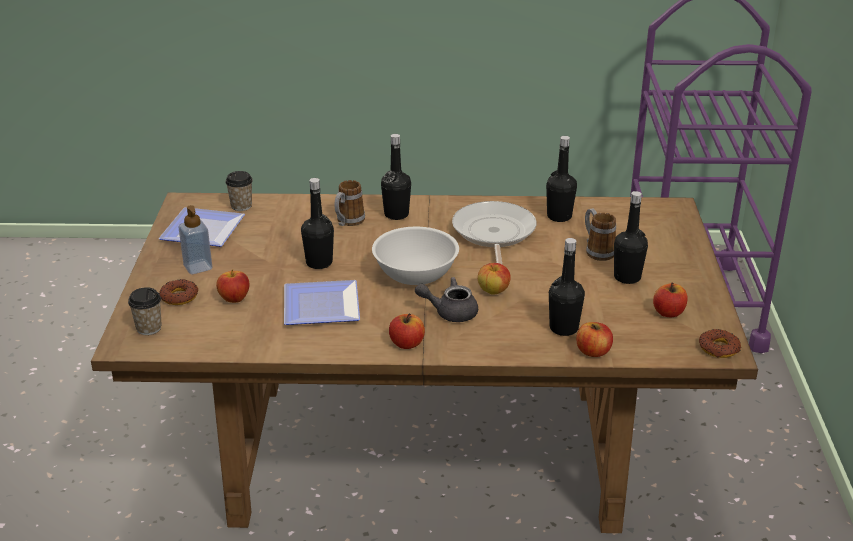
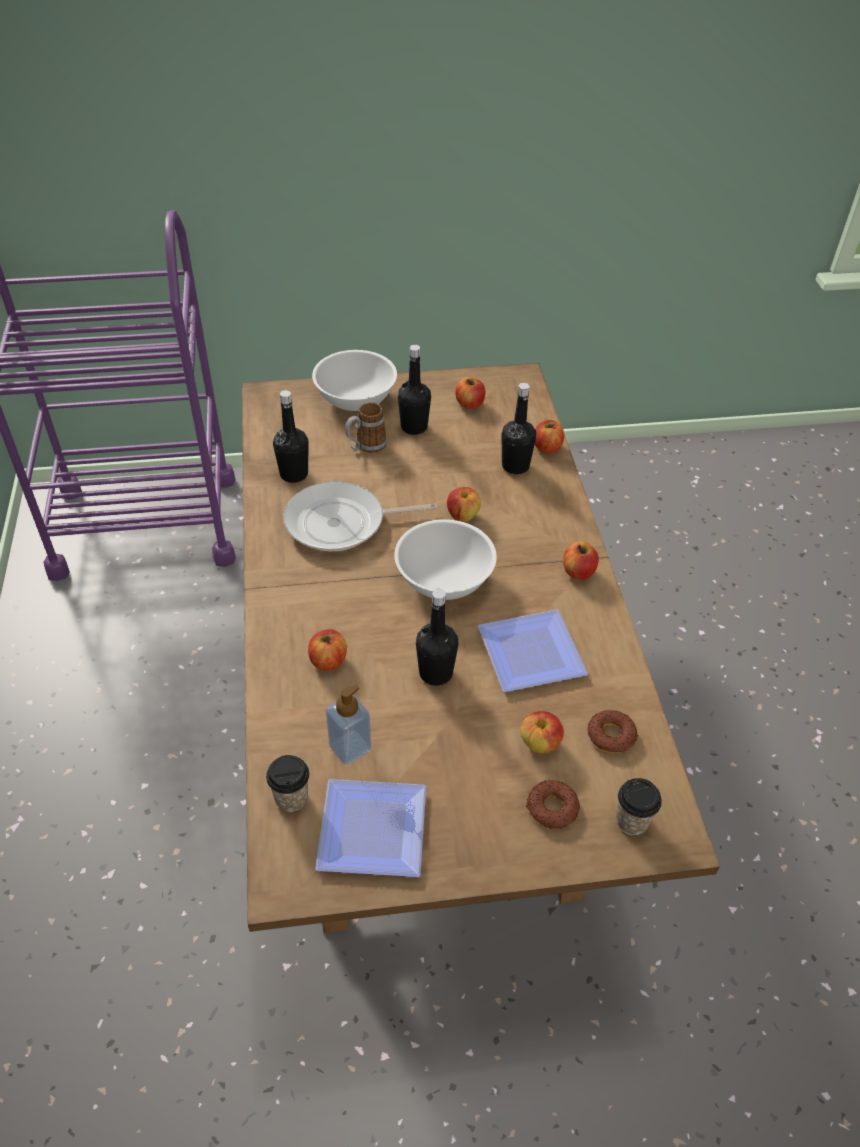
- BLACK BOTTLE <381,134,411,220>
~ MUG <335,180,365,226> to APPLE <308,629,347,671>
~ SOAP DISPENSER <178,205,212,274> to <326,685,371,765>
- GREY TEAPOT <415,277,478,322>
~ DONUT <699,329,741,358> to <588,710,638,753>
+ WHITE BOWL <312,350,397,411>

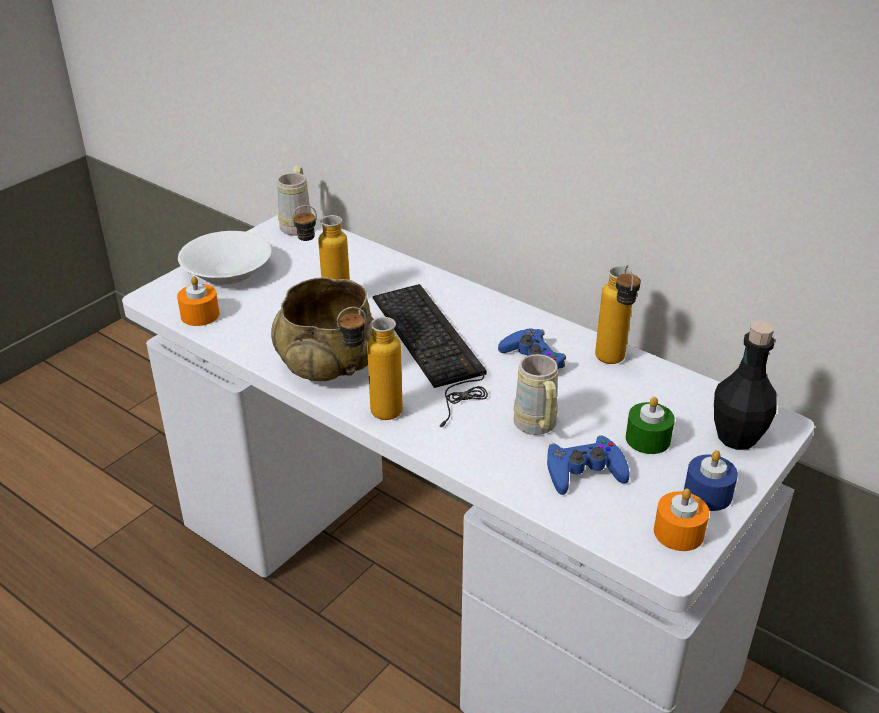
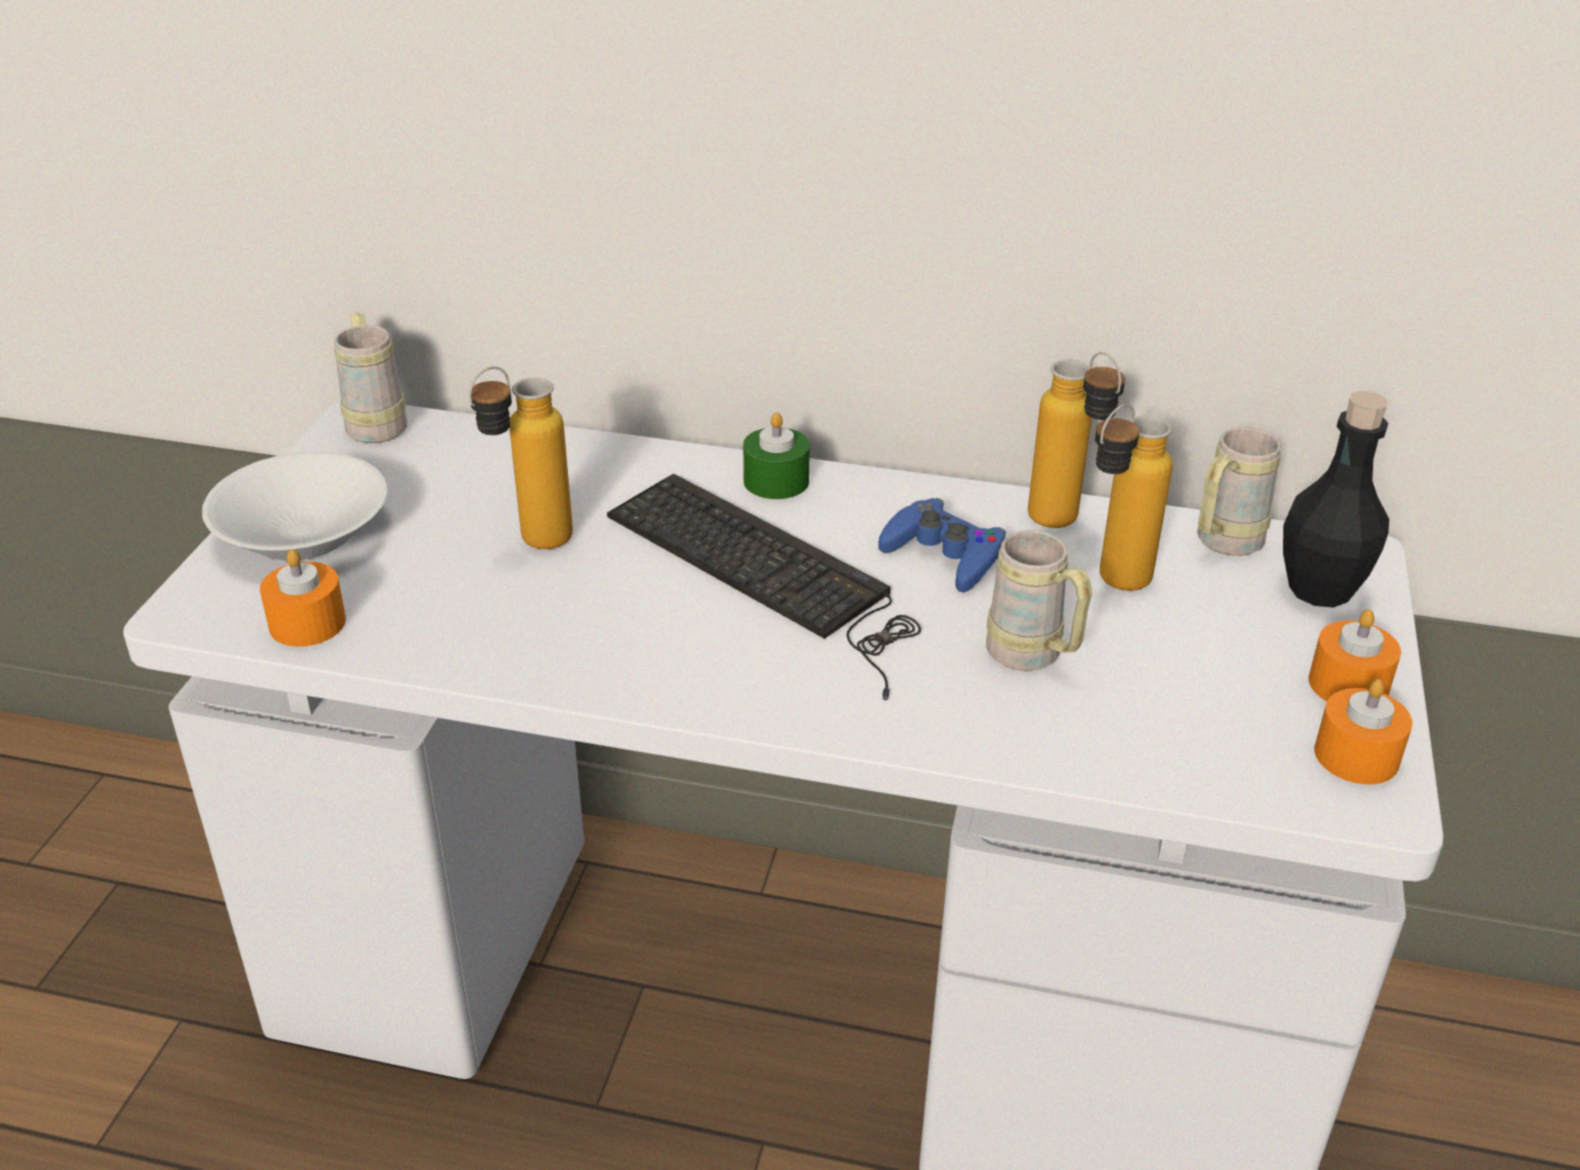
- BEIGE BOWL <271,277,374,381>
~ BOTTLE <337,307,403,420> to <1095,404,1172,591>
~ GREEN CANDLE <625,397,675,454> to <743,412,810,499>
- BLUE GAME CONTROLLER <547,435,630,495>
~ BLUE CANDLE <684,450,738,511> to ORANGE CANDLE <1309,609,1401,701>
+ BEIGE MUG <1197,427,1281,556>

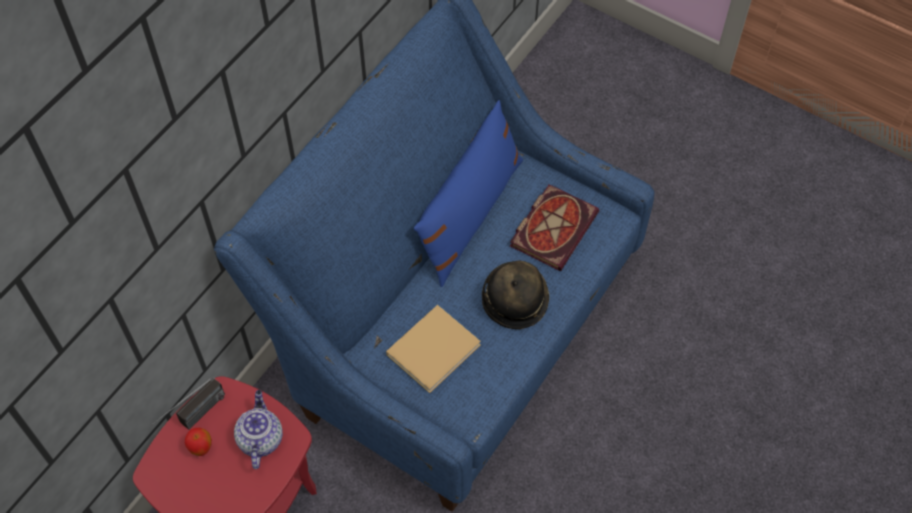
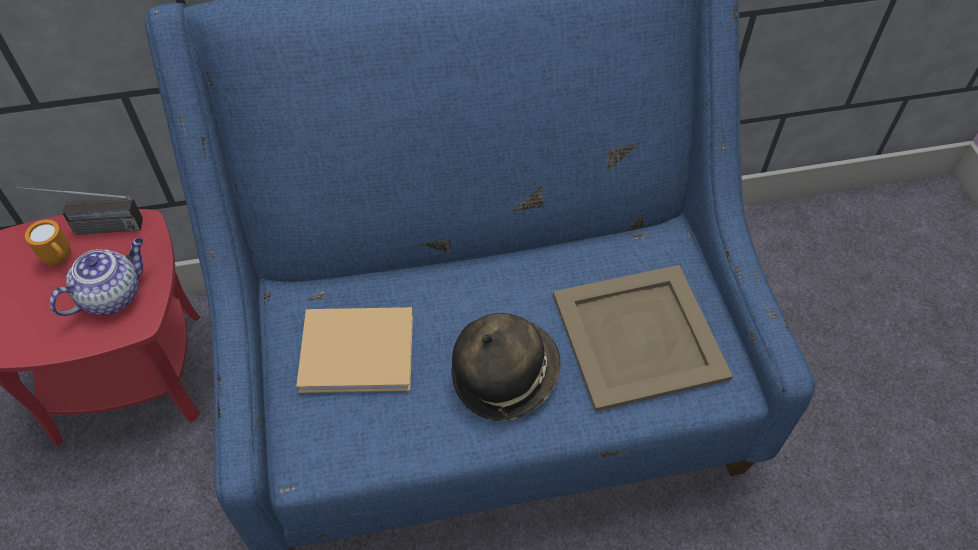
- BLUE PILLOW <414,100,523,287>
~ BOOK <510,184,599,271> to BEIGE TRAY <553,265,733,412>
~ APPLE <185,428,212,456> to ORANGE MUG <25,220,71,266>

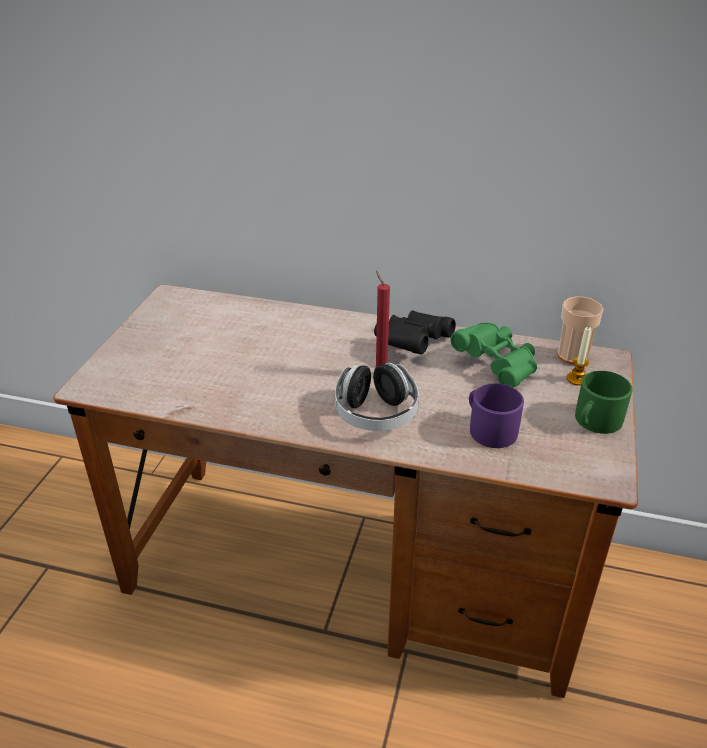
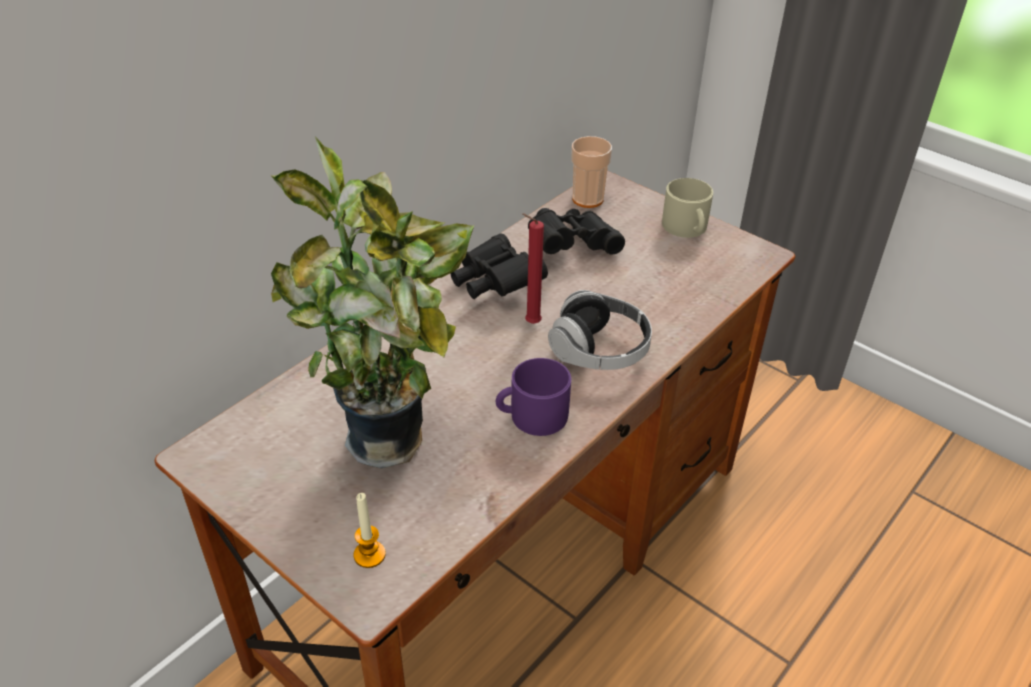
~ GREEN BINOCULARS <451,323,537,388> to BLACK BINOCULARS <528,208,625,255>
~ CANDLE <566,326,591,386> to <354,493,386,568>
~ GREEN MUG <575,371,633,434> to BEIGE MUG <662,178,713,238>
~ PURPLE MUG <469,383,524,448> to <496,358,571,436>
+ POTTED PLANT <271,137,474,468>

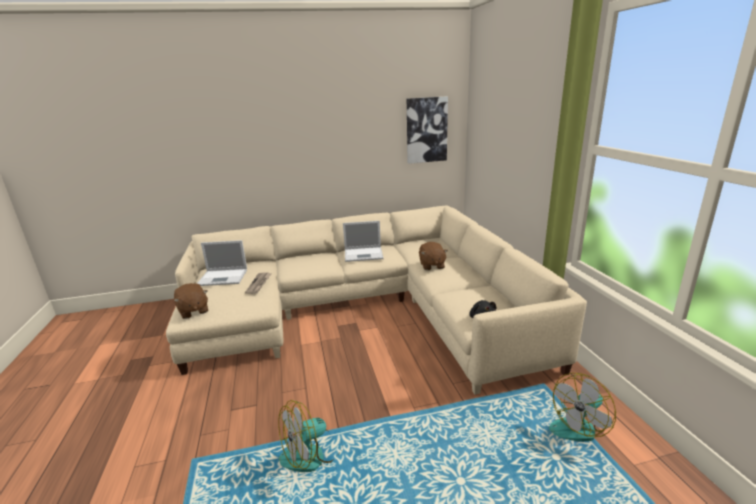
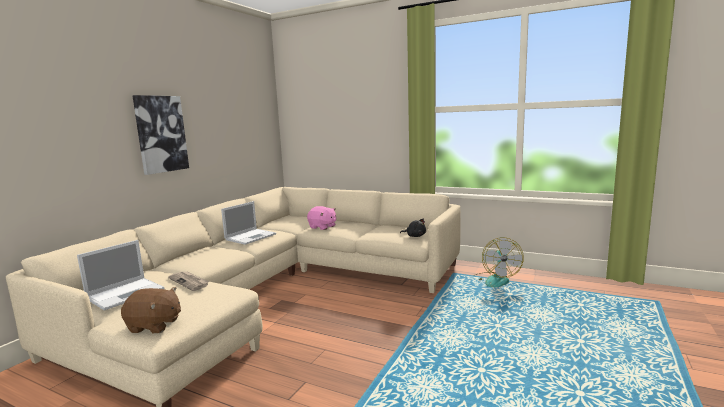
~ PICTURE <407,96,448,164> to <132,95,189,175>
~ BROWN PLUSH TOY <419,242,448,270> to PINK PLUSH TOY <307,206,336,230>
- FAN <278,400,343,472>

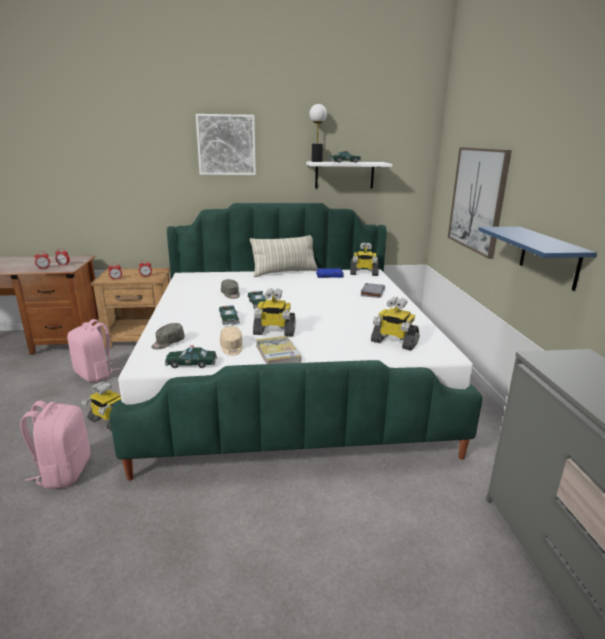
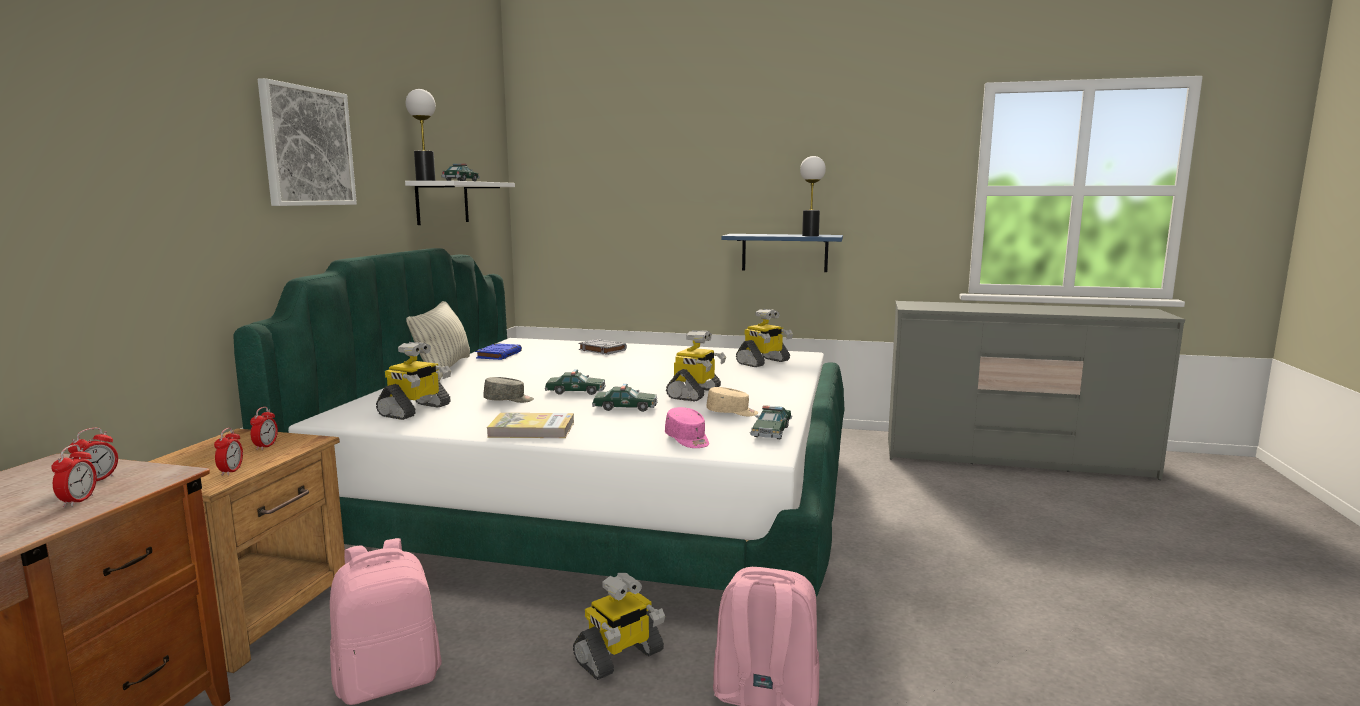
- PICTURE <448,147,512,259>
~ TOY ROBOT <350,242,379,276> to <376,342,451,420>
~ GREY CAP <151,323,185,349> to PINK CAP <665,407,709,448>
~ BOOK <256,336,301,364> to <487,413,574,438>
+ TABLE LAMP <800,156,826,236>

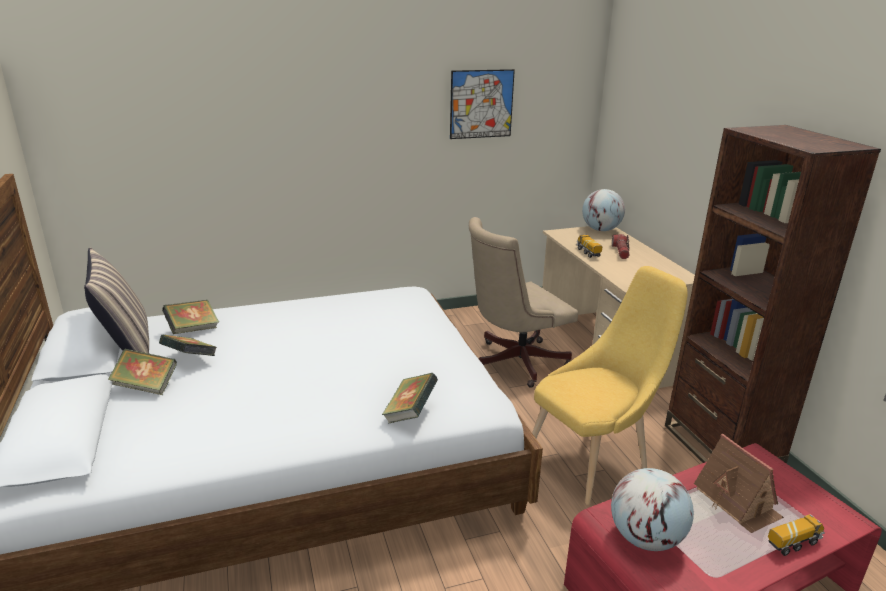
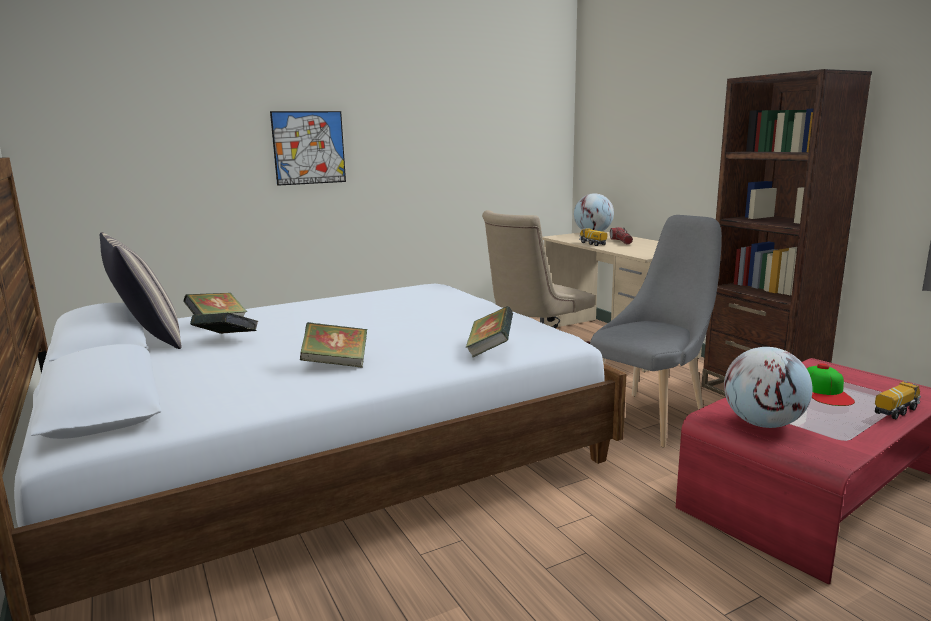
~ PICTURE <450,69,515,139> to <270,111,346,186>
~ YELLOW CHAIR <532,266,688,505> to GREY CHAIR <590,215,722,448>
~ BOOK <108,349,177,395> to <300,322,367,368>
~ TOY HOUSE <694,434,784,533> to CAP <806,363,855,406>

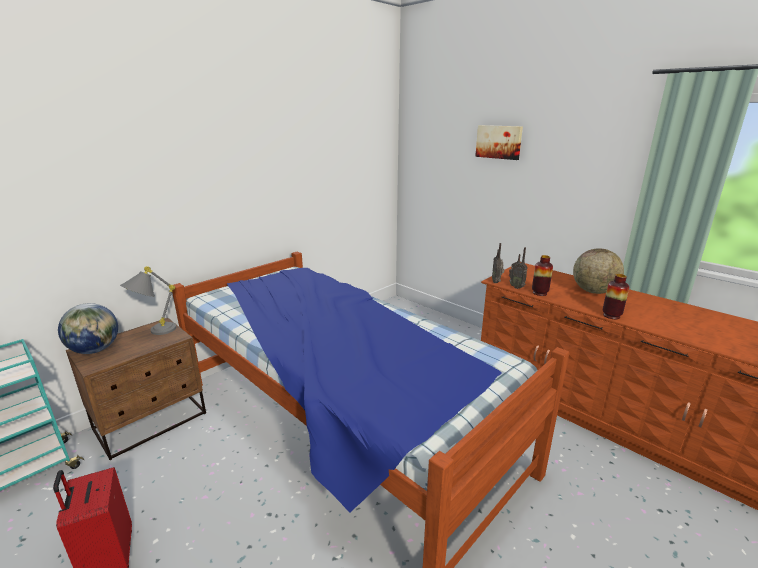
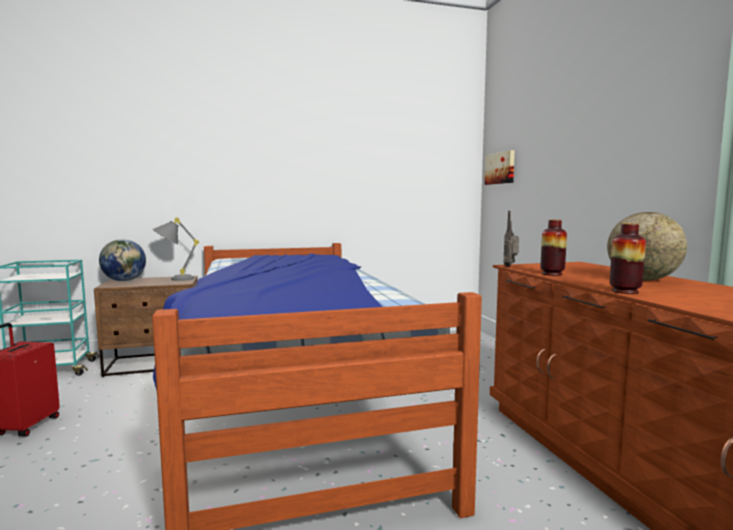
~ PICTURE <475,125,523,160> to <485,150,515,185>
- RADIO <509,247,528,289>

